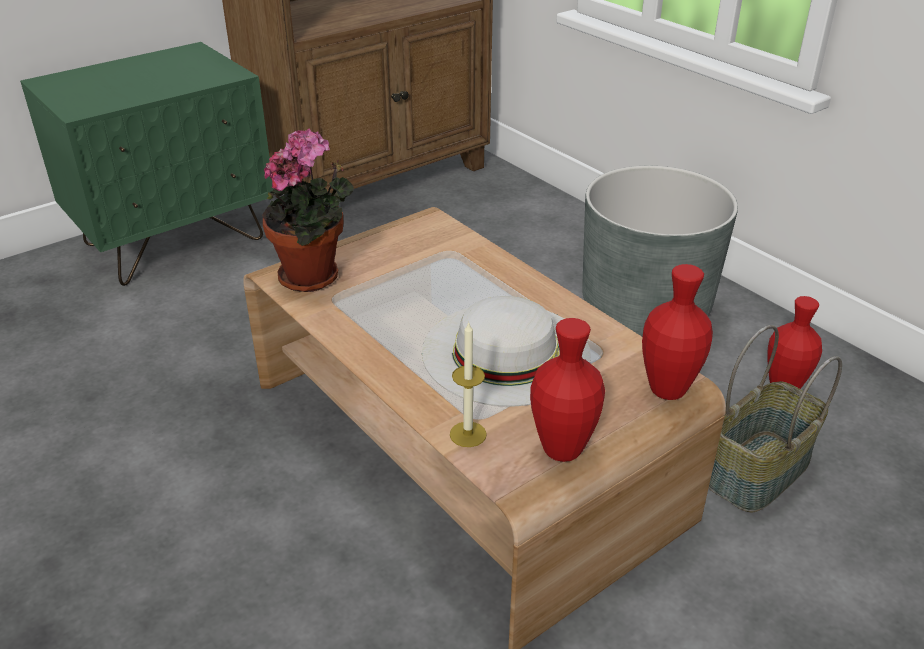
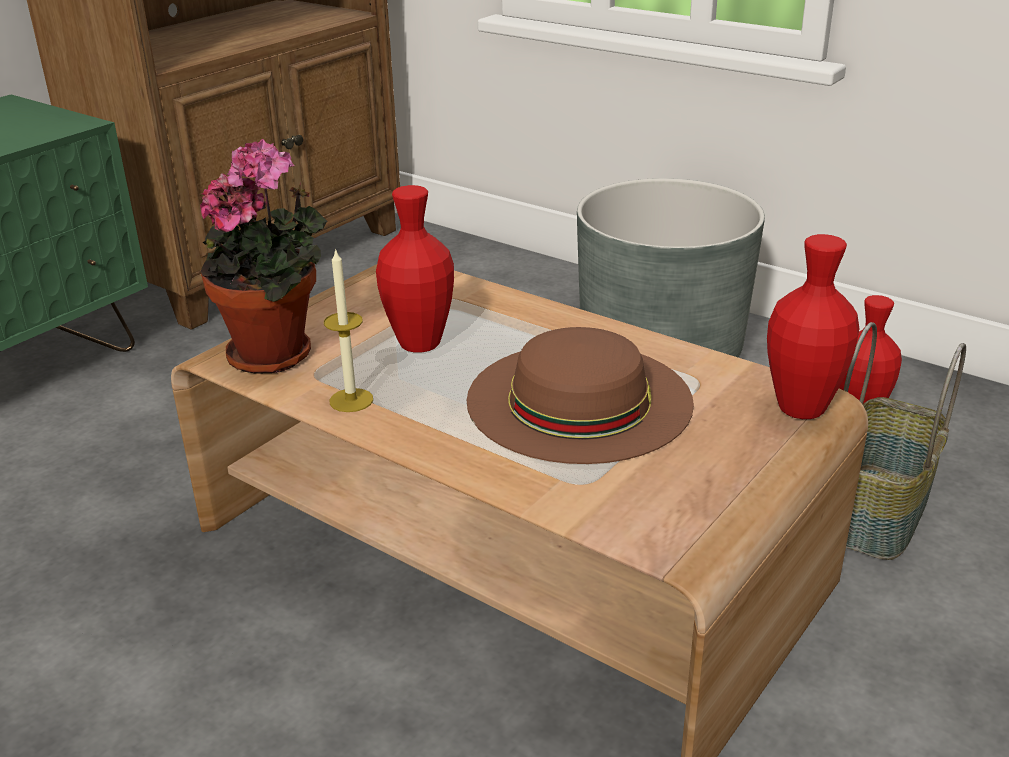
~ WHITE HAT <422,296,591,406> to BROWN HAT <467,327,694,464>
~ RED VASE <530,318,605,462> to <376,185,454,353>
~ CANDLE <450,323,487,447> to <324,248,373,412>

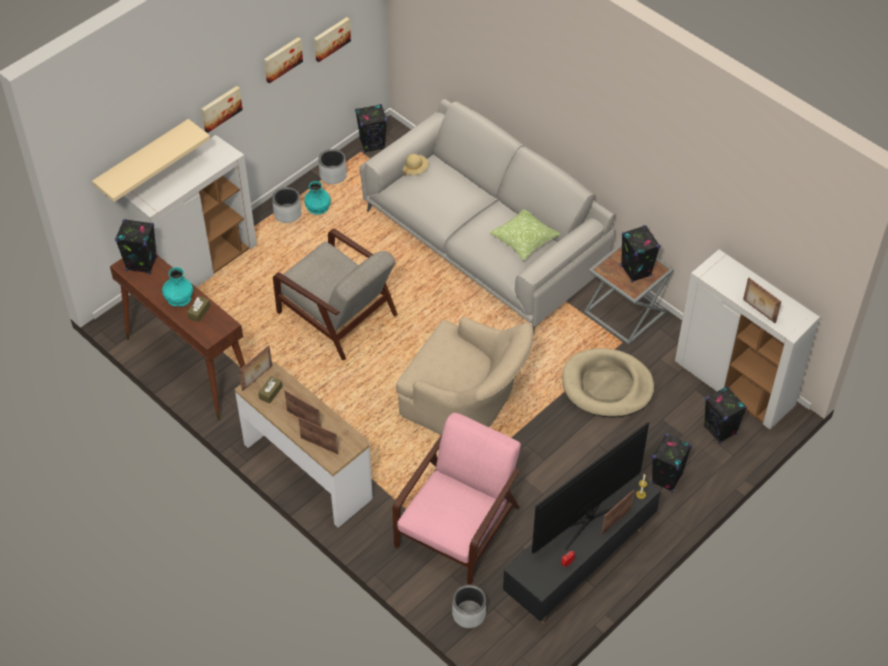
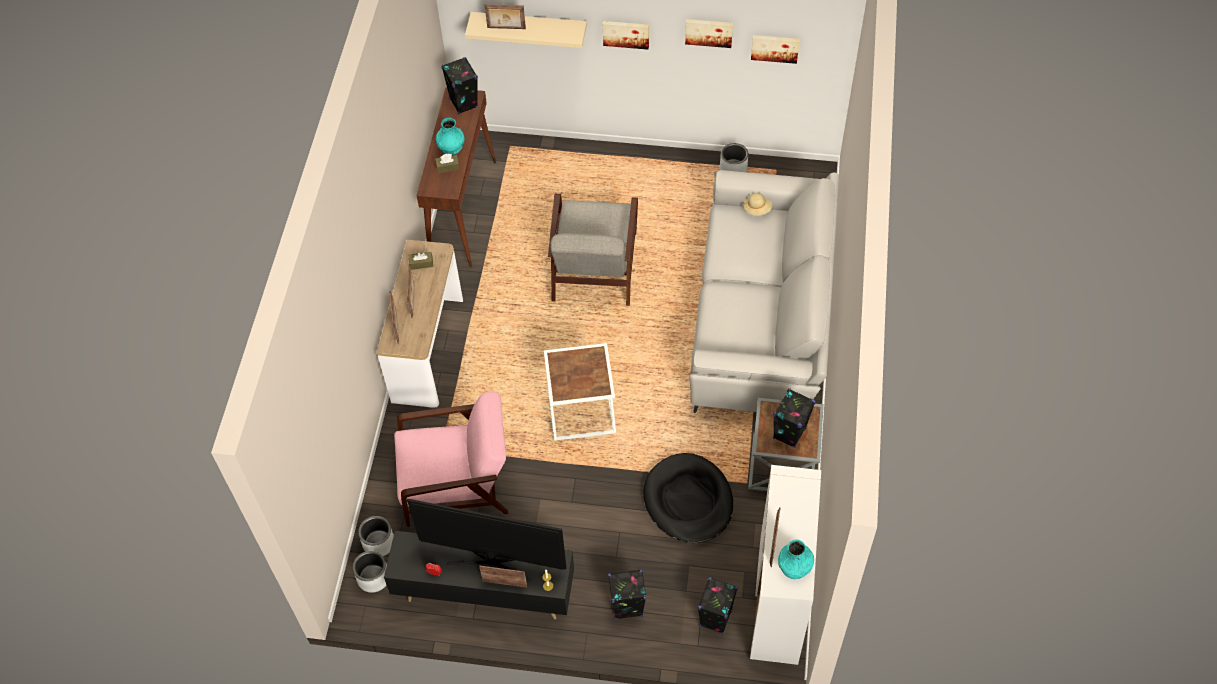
- BLACK SPEAKER <355,104,387,153>
- WHITE CABINET <123,135,257,287>
~ TURQUOISE VASE <304,181,331,215> to <778,539,814,579>
~ GREY PLANTER <272,187,302,223> to <352,551,387,593>
- PILLOW <489,209,561,261>
~ BEIGE ARMCHAIR <396,317,534,435> to WHITE SIDE TABLE <544,343,616,441>
~ PICTURE FRAME <239,345,272,391> to <485,4,526,29>
~ BEIGE DOG BED <562,348,654,417> to BLACK DOG BED <643,453,733,543>

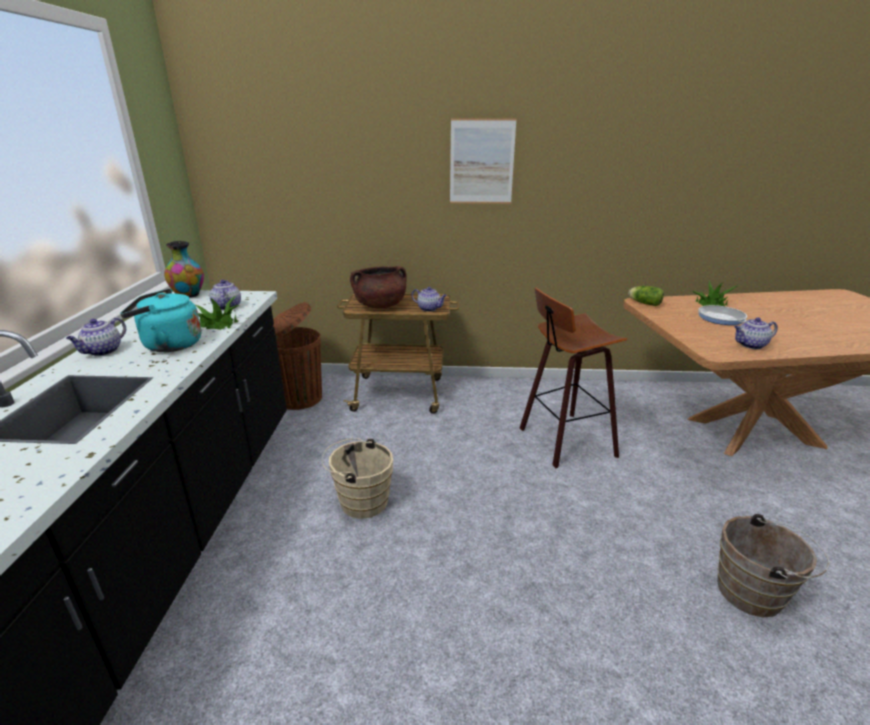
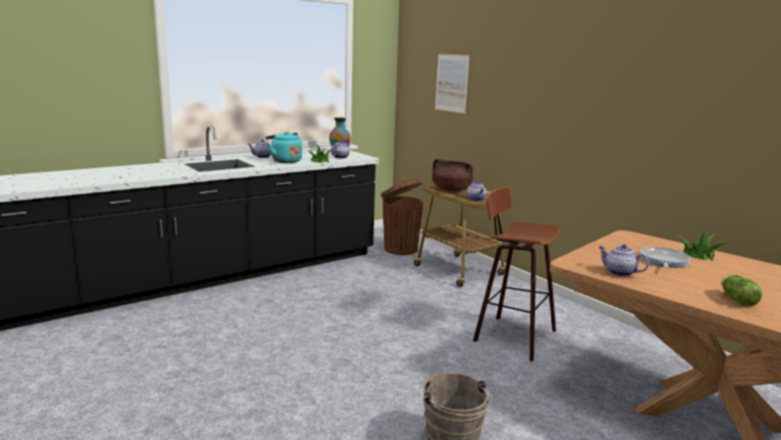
~ PICTURE <450,118,516,204> to <435,53,470,114>
~ LETTUCE <628,286,664,306> to <721,275,762,306>
- BEIGE BUCKET <322,438,393,519>

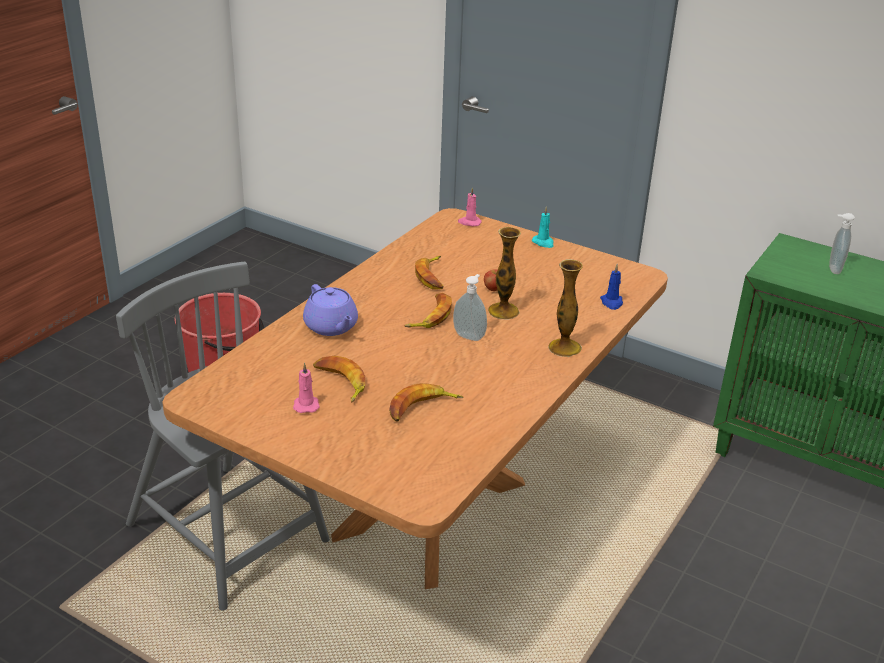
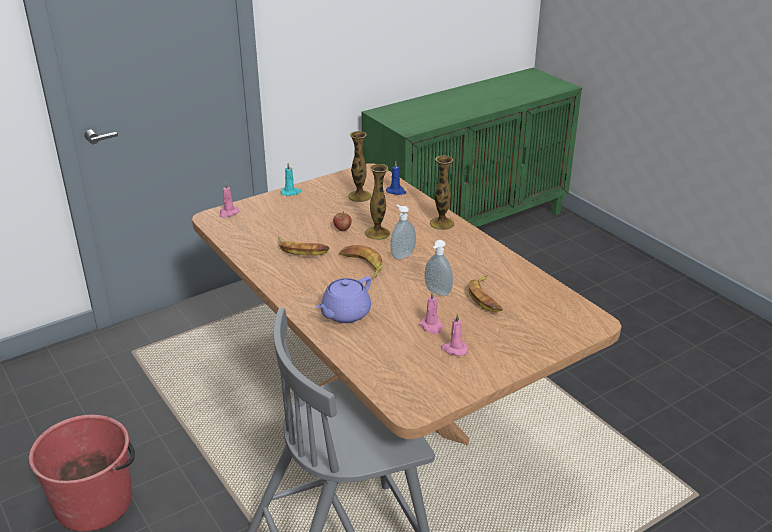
~ SOAP DISPENSER <829,213,855,274> to <424,240,453,296>
~ PURPLE TEAPOT <303,284,358,336> = <316,276,371,323> 135 degrees clockwise
~ BANANA <313,356,365,402> to PINK CANDLE <419,291,443,334>
+ VASE <348,131,371,202>

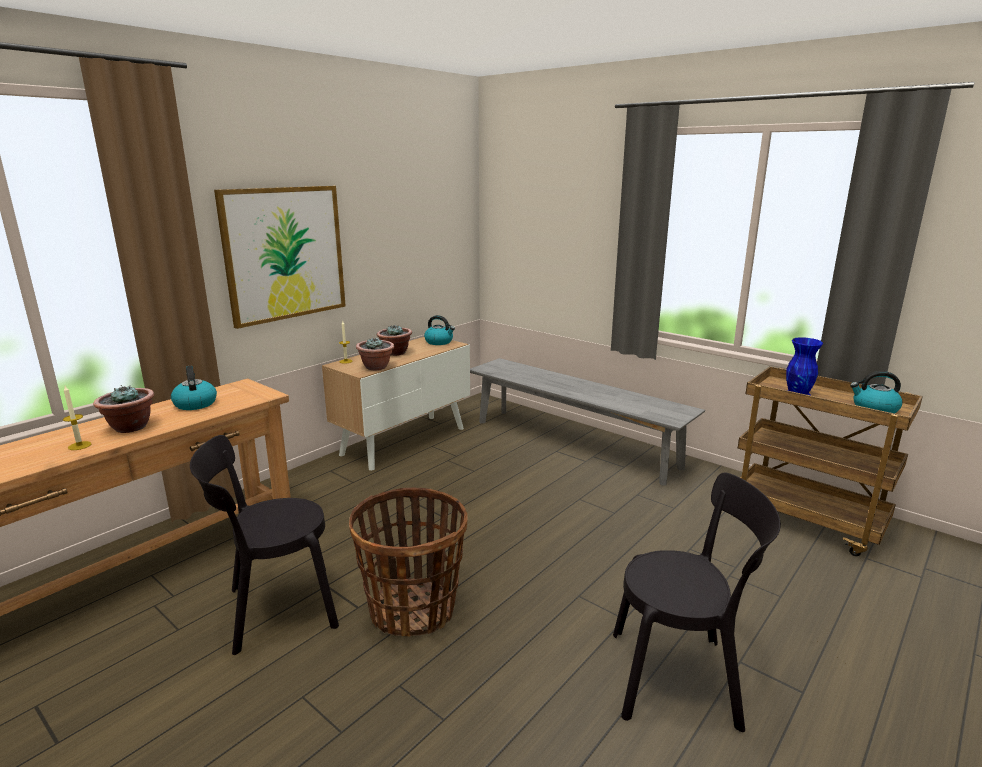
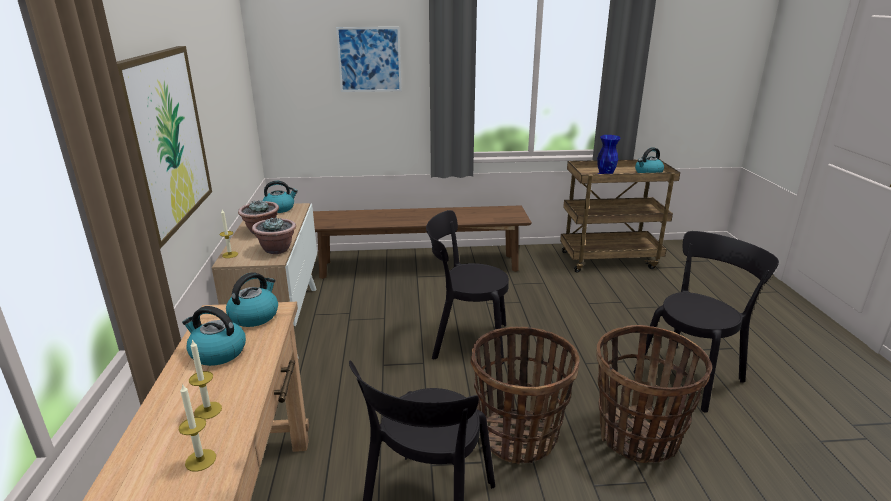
~ GREY BENCH <470,358,705,485> to BROWN BENCH <313,205,532,279>
~ POTTED PLANT <93,385,154,433> to CANDLE <189,339,222,420>
+ PICTURE <336,27,402,92>
+ BLACK CHAIR <426,210,509,364>
+ KETTLE <226,272,278,327>
+ BASKET <596,325,712,463>

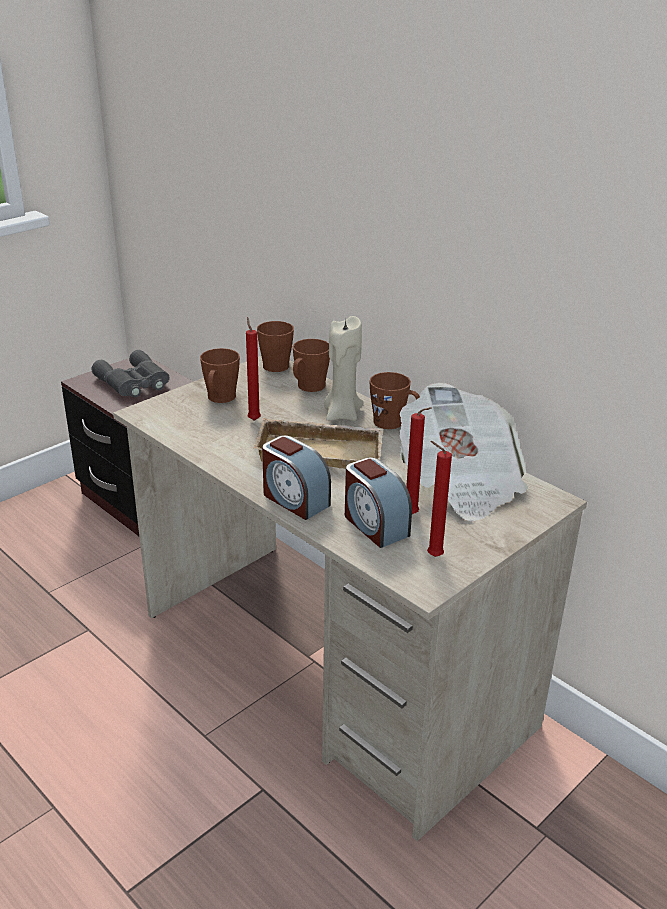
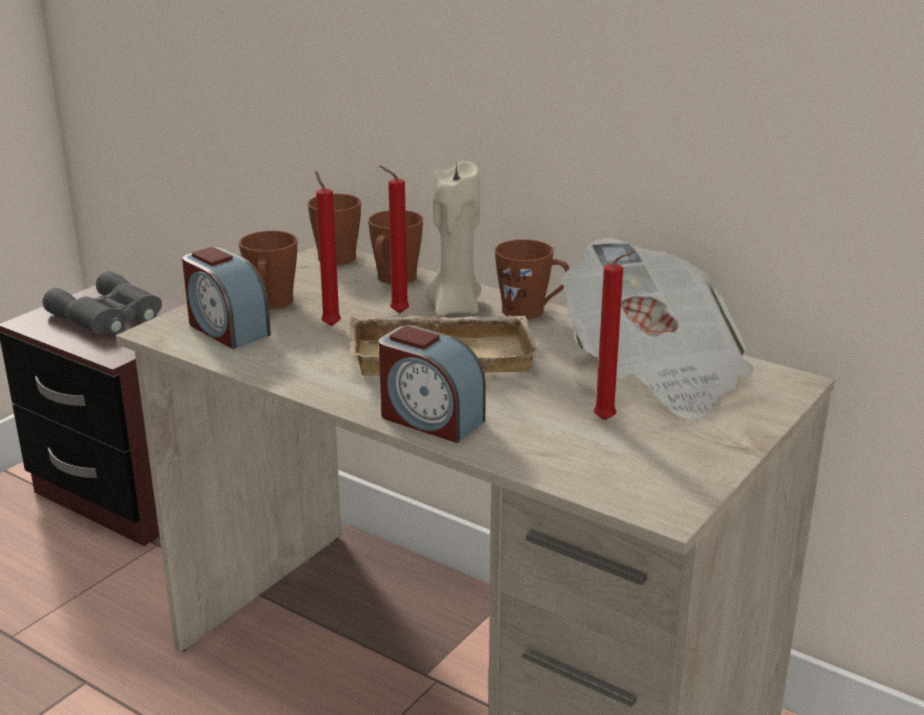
~ RED CANDLE <427,441,452,557> to <379,166,409,313>
~ ALARM CLOCK <345,457,412,548> to <182,247,271,349>

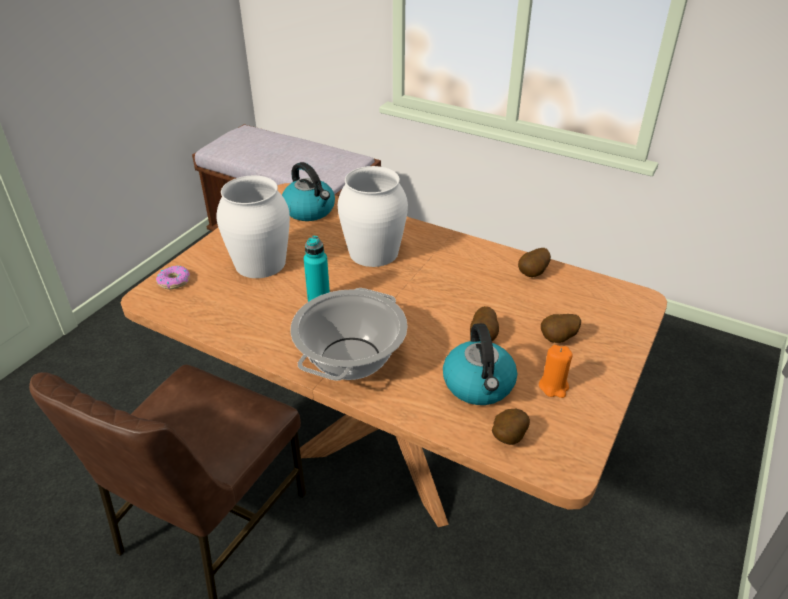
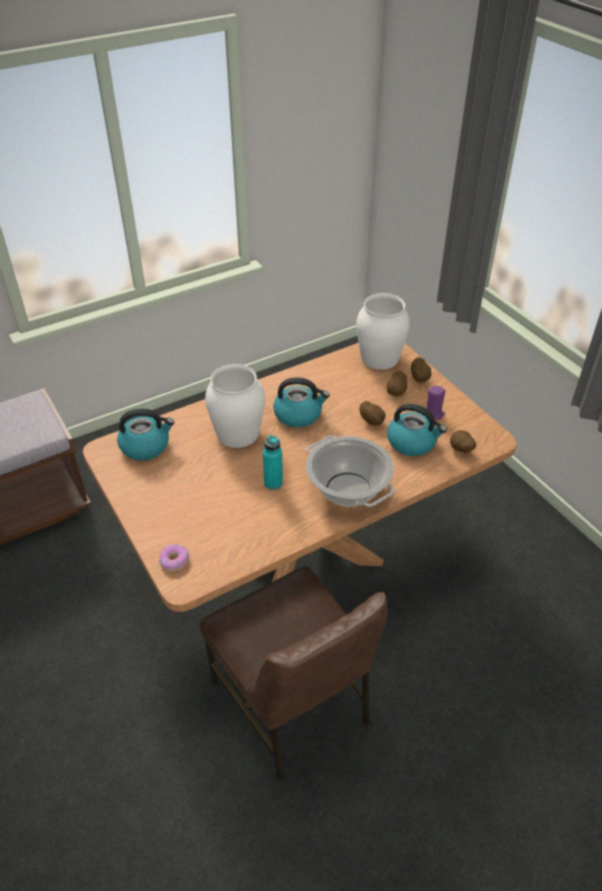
~ WHITE VASE <217,176,290,278> to <356,293,410,370>
~ POTATO <518,248,551,277> to <411,357,431,382>
~ ORANGE CANDLE <539,345,573,398> to PURPLE CANDLE <426,386,445,420>
+ KETTLE <273,377,330,428>

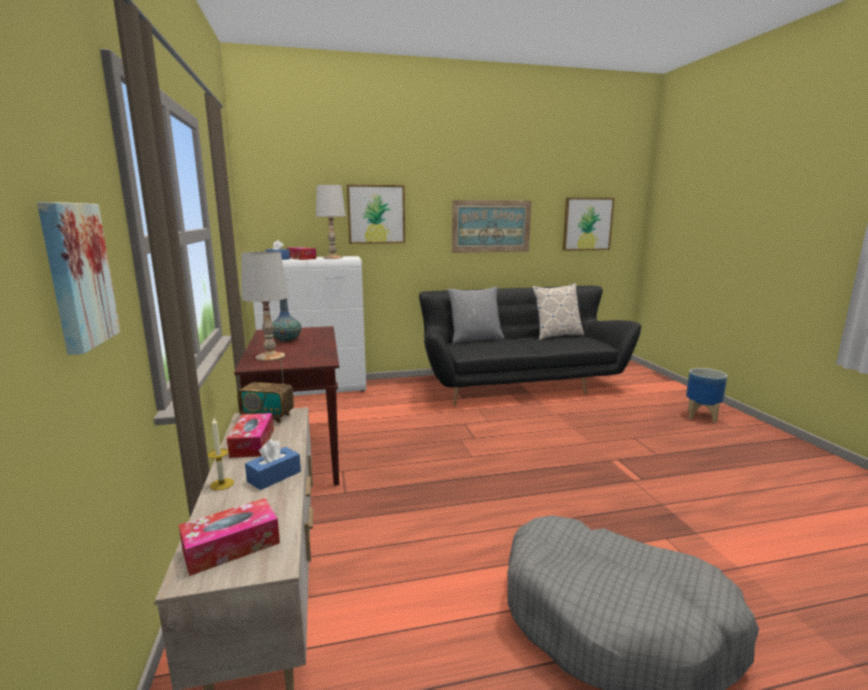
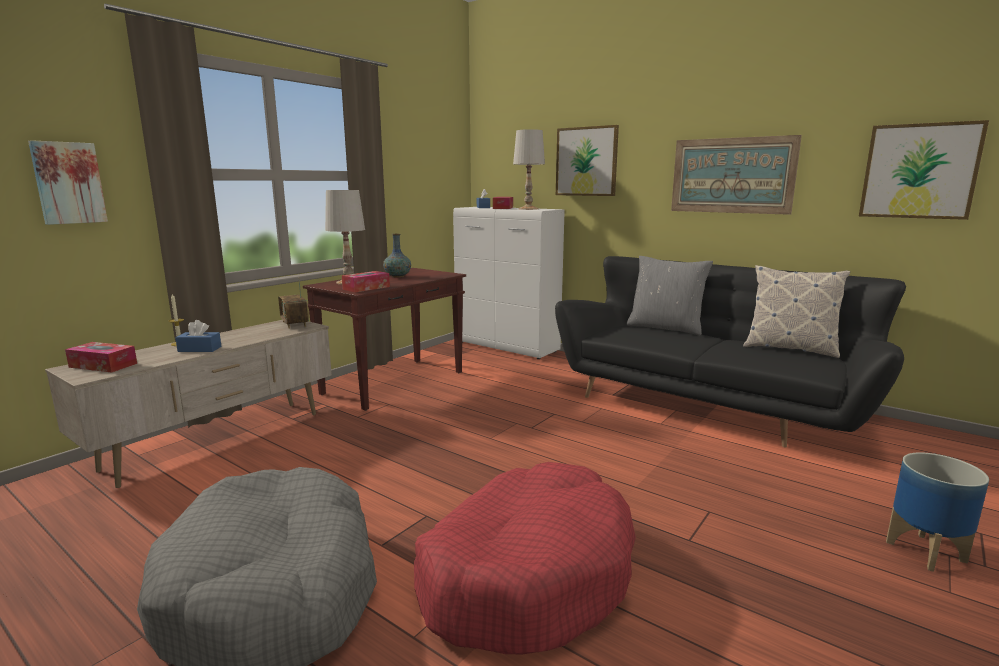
~ TISSUE BOX <227,413,274,458> to <342,271,390,292>
+ RED DOG BED <414,462,636,654>

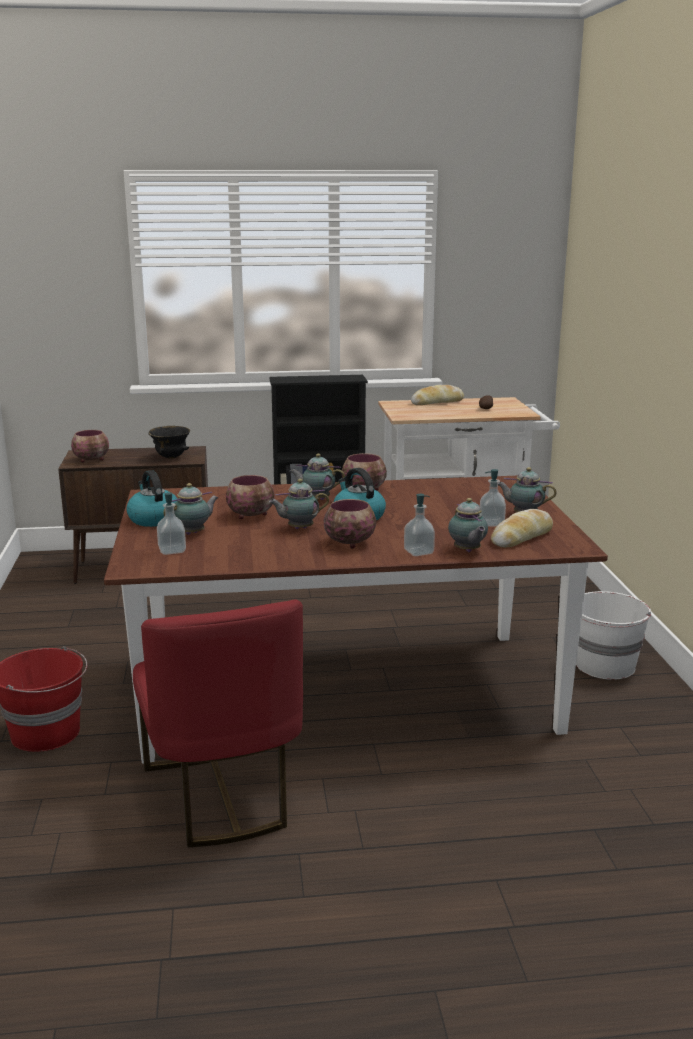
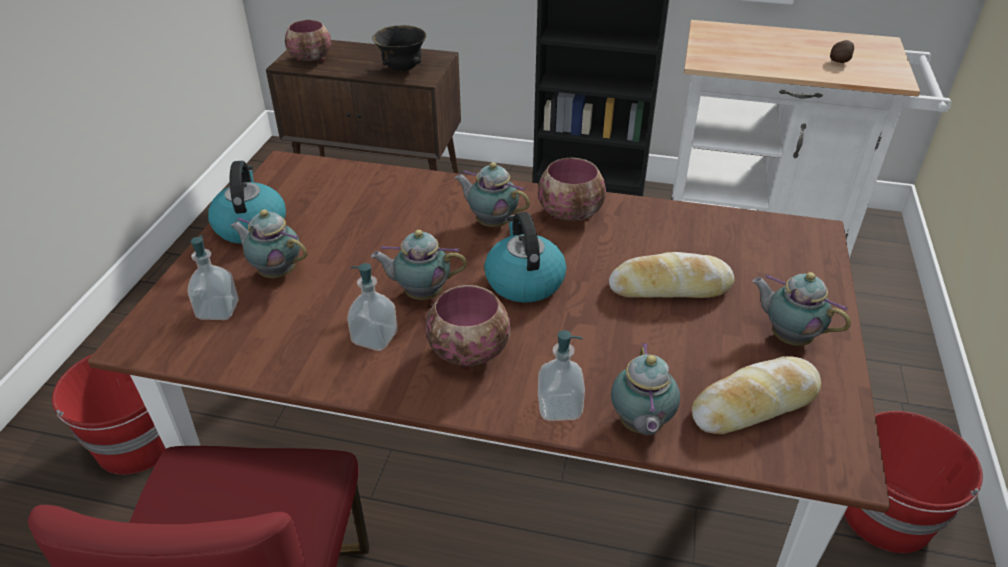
~ BREAD <411,385,464,405> to <609,252,735,298>
~ SOAP DISPENSER <480,469,506,526> to <347,263,397,351>
- BOWL <226,475,274,519>
~ TEAPOT <163,483,219,535> = <230,209,308,278> 135 degrees counterclockwise
~ WHITE BUCKET <576,591,651,680> to RED BUCKET <844,411,983,553>

